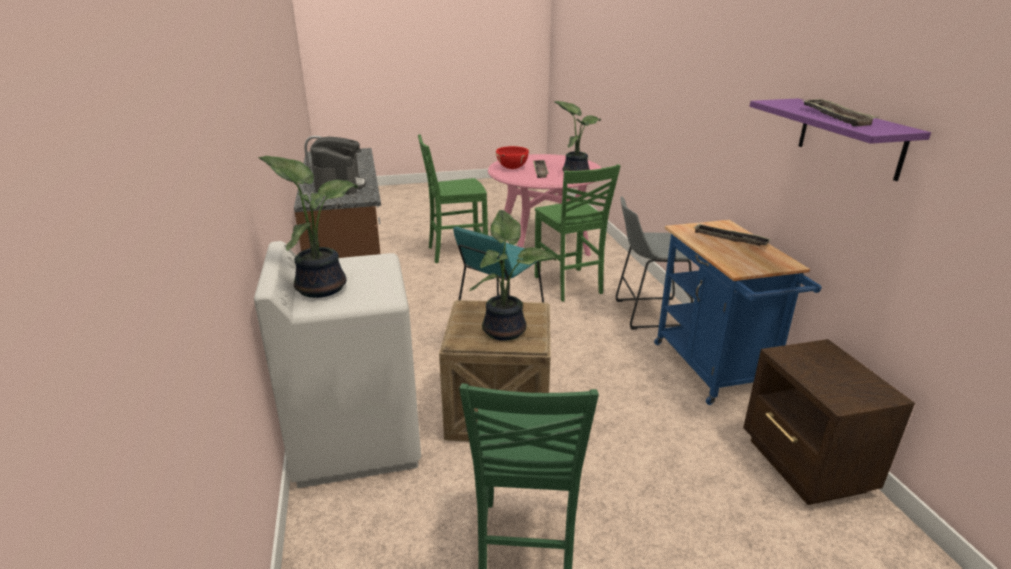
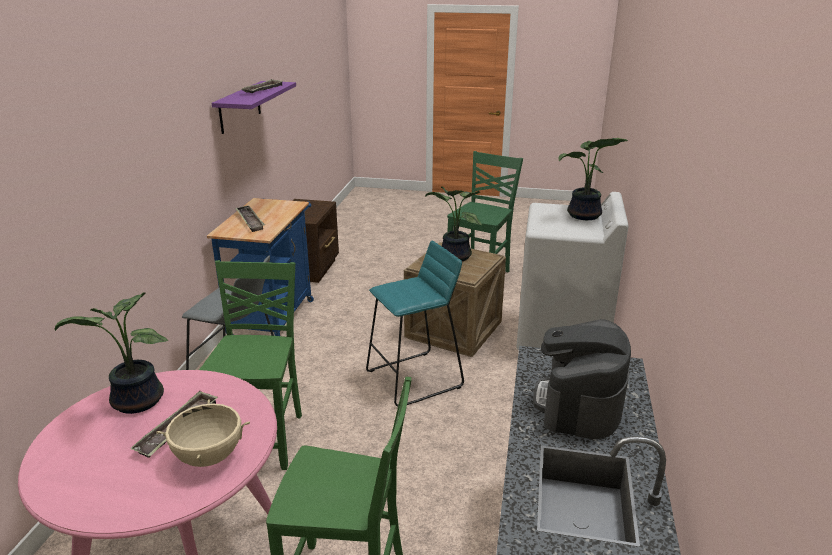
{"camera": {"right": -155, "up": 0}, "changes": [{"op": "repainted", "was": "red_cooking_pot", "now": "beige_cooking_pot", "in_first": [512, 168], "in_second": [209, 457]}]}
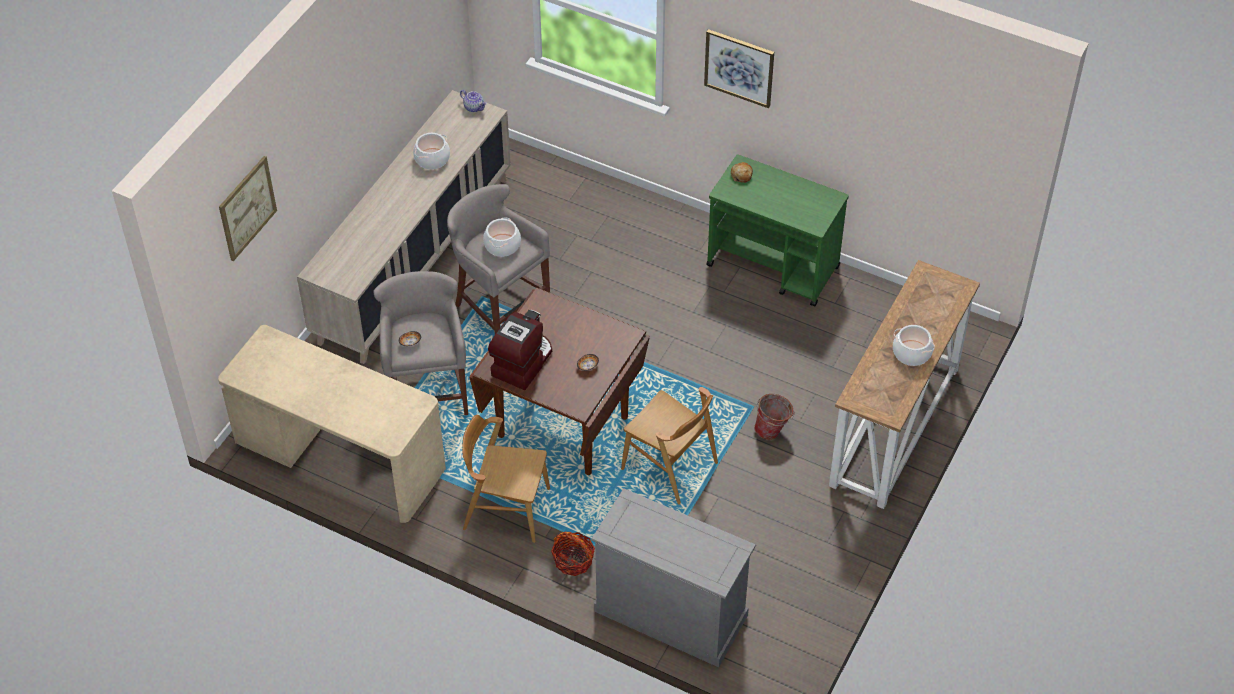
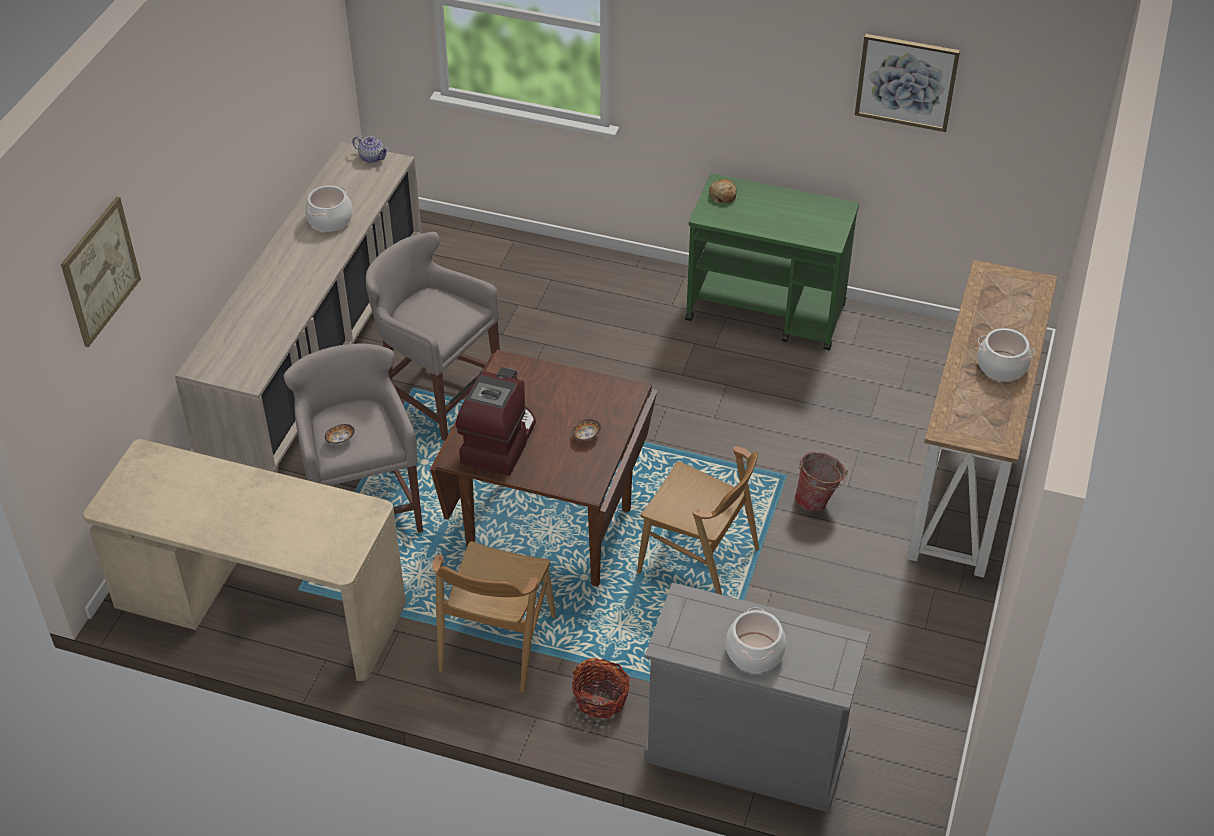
{"camera": {"right": -10, "up": -5}, "changes": [{"op": "rotated", "was": "brown_chair", "in_first": [506, 508], "in_second": [497, 643], "clockwise": -75}, {"op": "shifted", "was": "cooking_pot", "in_first": [502, 245], "in_second": [754, 652]}, {"op": "shifted", "was": "picture", "in_first": [739, 67], "in_second": [906, 82]}]}
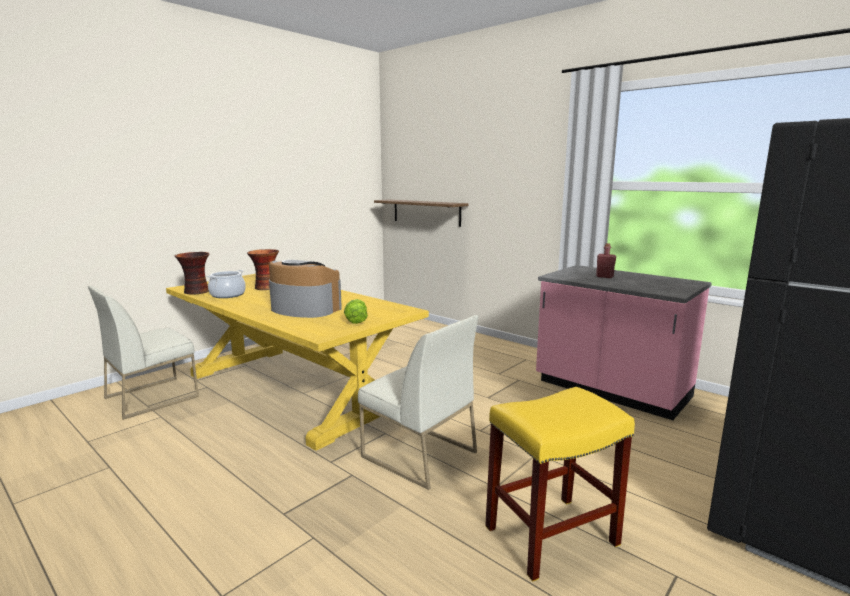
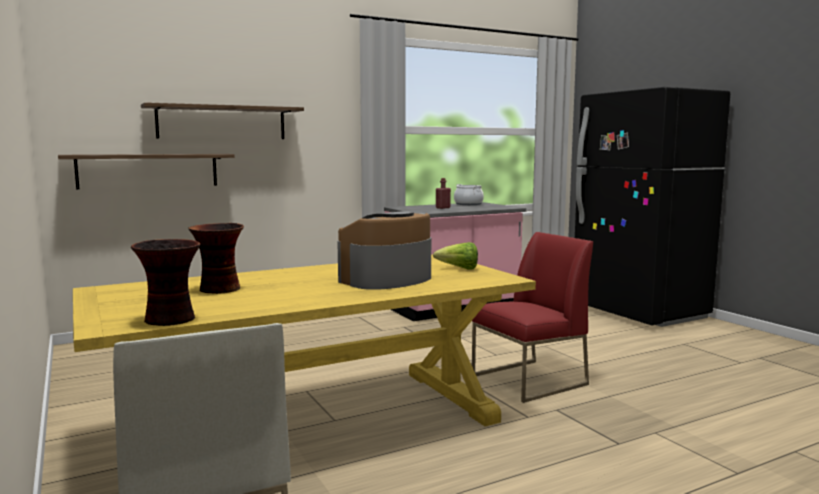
{"camera": {"right": -70, "up": -5}, "changes": [{"op": "new", "now": "shelf", "in_second": [222, 122]}, {"op": "shifted", "was": "cooking_pot", "in_first": [227, 295], "in_second": [468, 204]}, {"op": "repainted", "was": "white_chair", "now": "red_chair", "in_first": [418, 454], "in_second": [529, 381]}, {"op": "gone", "was": "yellow_stool", "in_first": [550, 536]}]}
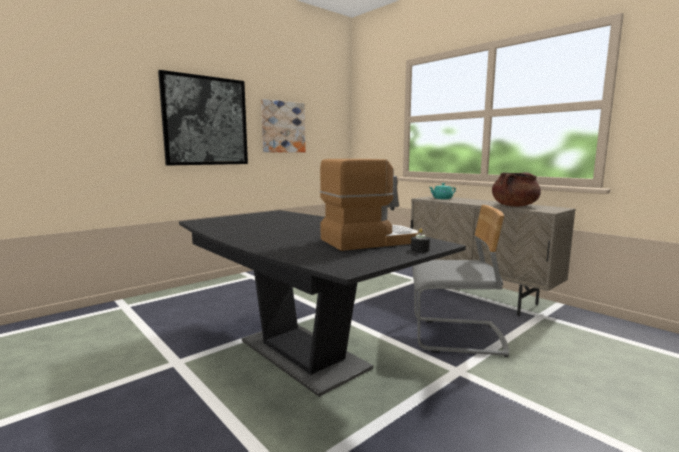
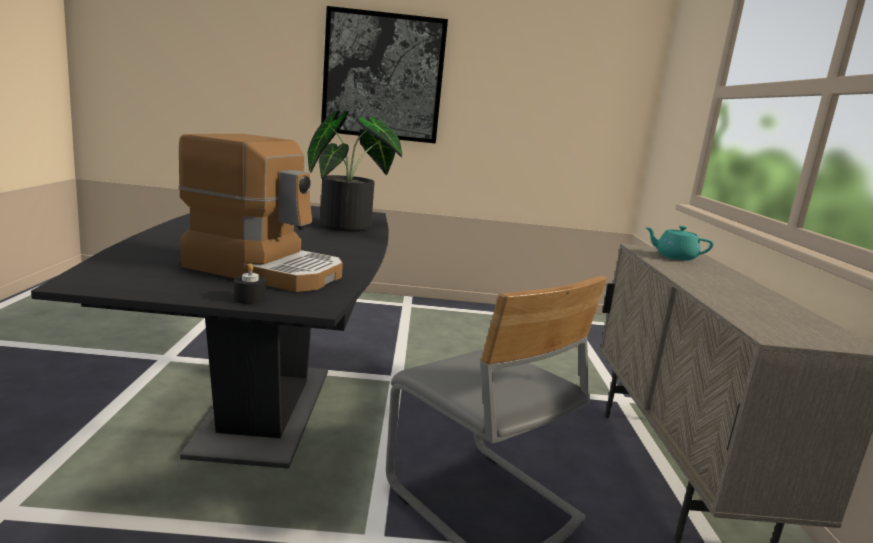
{"camera": {"right": 40, "up": 5}, "changes": [{"op": "new", "now": "potted_plant", "in_second": [352, 226]}, {"op": "gone", "was": "picture", "in_first": [283, 127]}, {"op": "gone", "was": "brown_cooking_pot", "in_first": [514, 206]}]}
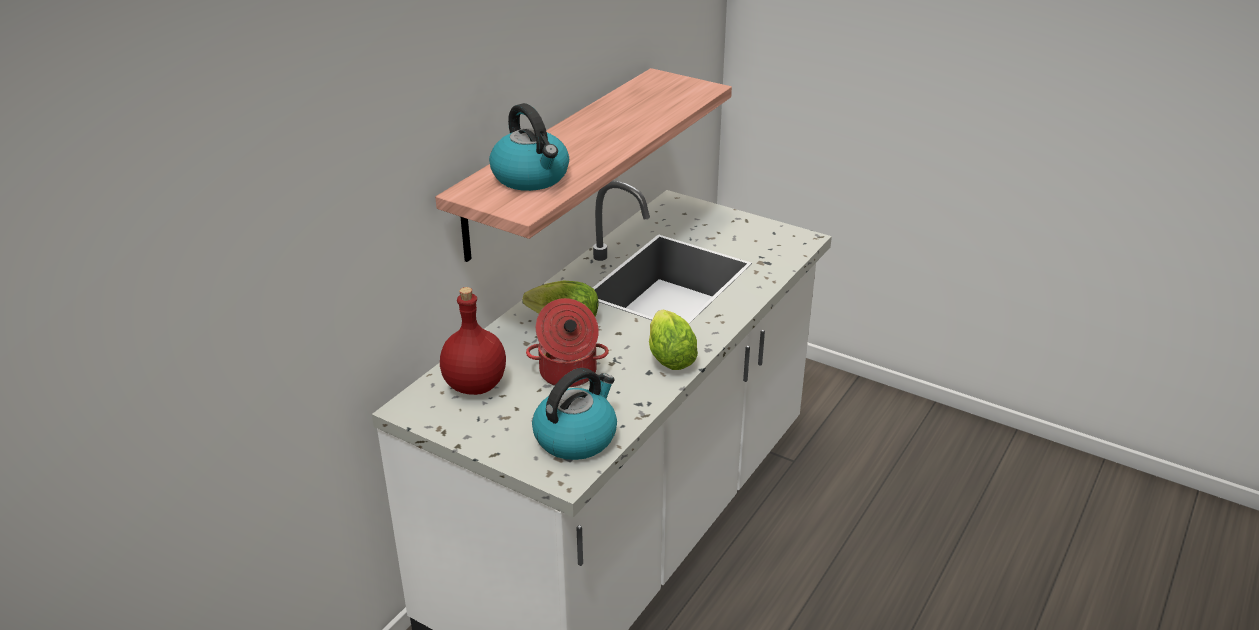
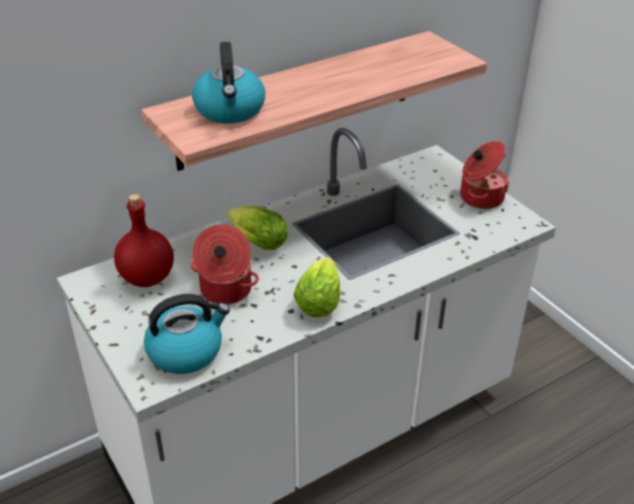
{"camera": {"right": 25, "up": 5}, "changes": [{"op": "new", "now": "cooking_pot", "in_second": [480, 197]}]}
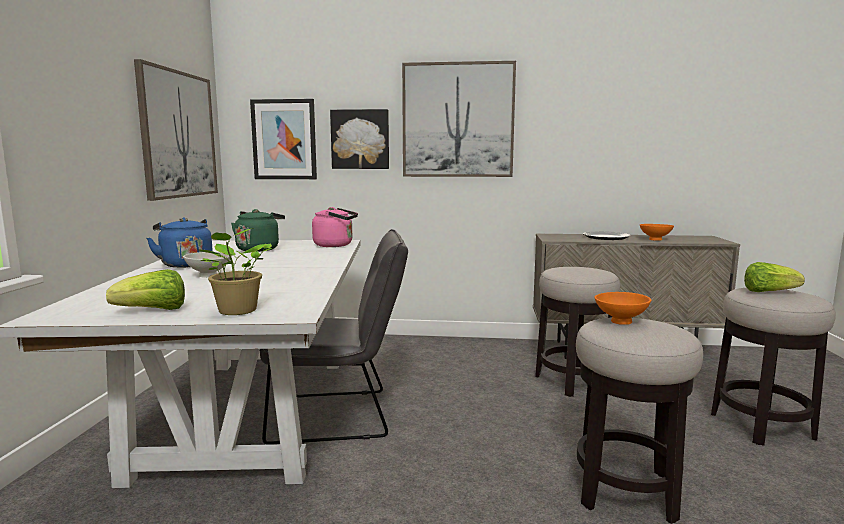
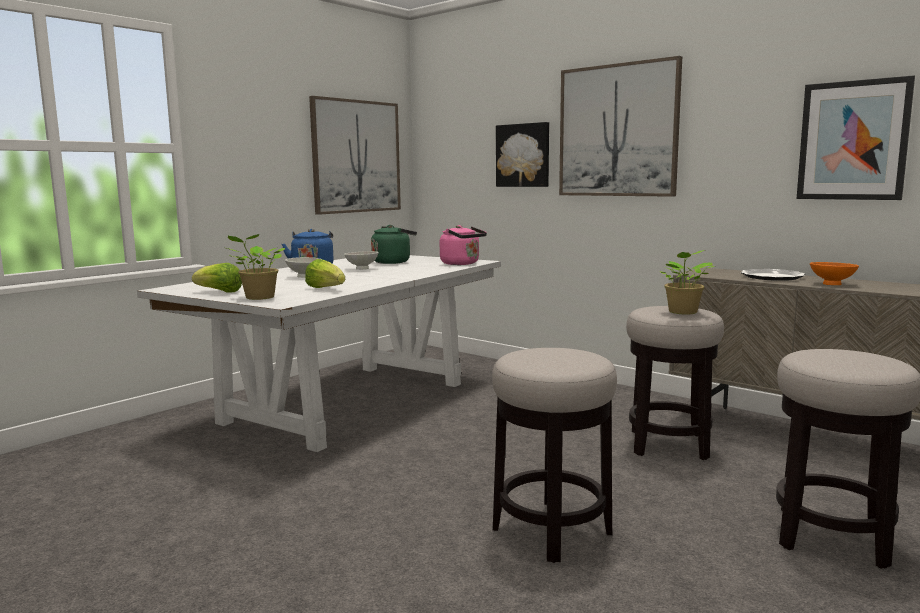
{"camera": {"right": 35, "up": 0}, "changes": [{"op": "shifted", "was": "lettuce", "in_first": [768, 292], "in_second": [326, 289]}, {"op": "new", "now": "white_bowl", "in_second": [361, 269]}, {"op": "new", "now": "potted_plant", "in_second": [683, 312]}, {"op": "shifted", "was": "picture", "in_first": [284, 139], "in_second": [853, 140]}, {"op": "gone", "was": "grey_chair", "in_first": [339, 415]}, {"op": "gone", "was": "orange_bowl", "in_first": [620, 322]}]}
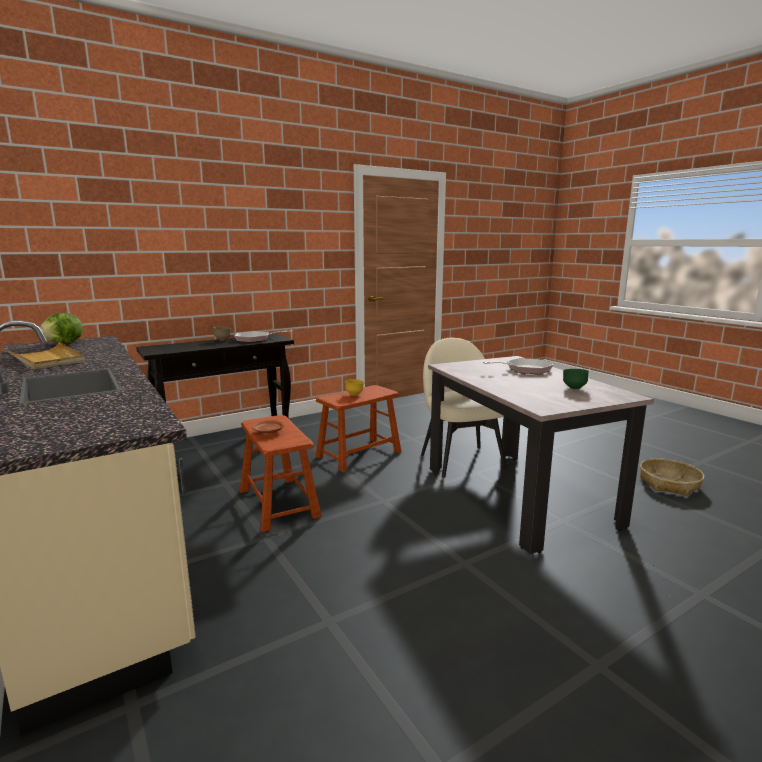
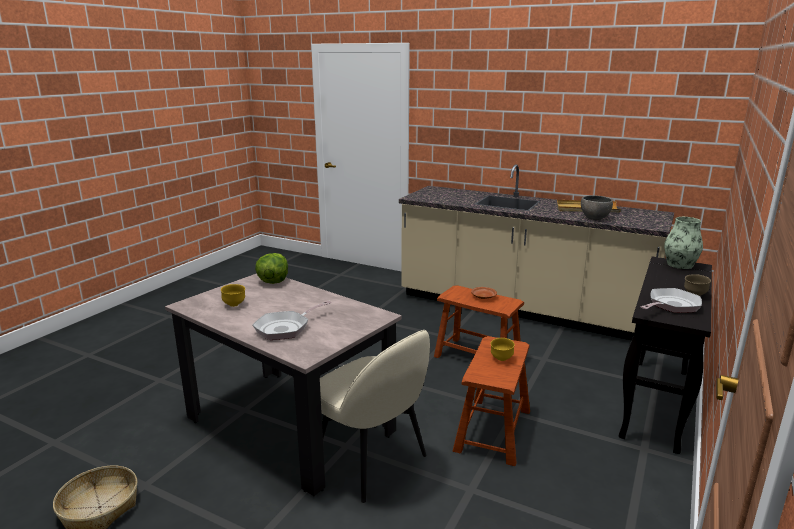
{"camera": {"right": 150, "up": 5}, "changes": [{"op": "repainted", "was": "green_bowl", "now": "yellow_bowl", "in_first": [574, 388], "in_second": [234, 305]}, {"op": "shifted", "was": "lettuce", "in_first": [64, 343], "in_second": [273, 281]}, {"op": "new", "now": "grey_bowl", "in_second": [594, 218]}, {"op": "new", "now": "vase", "in_second": [679, 264]}]}
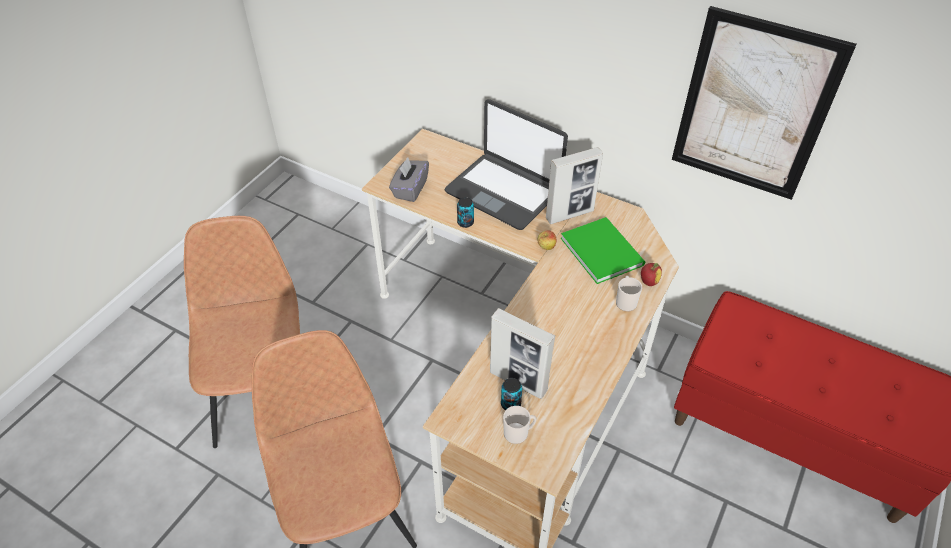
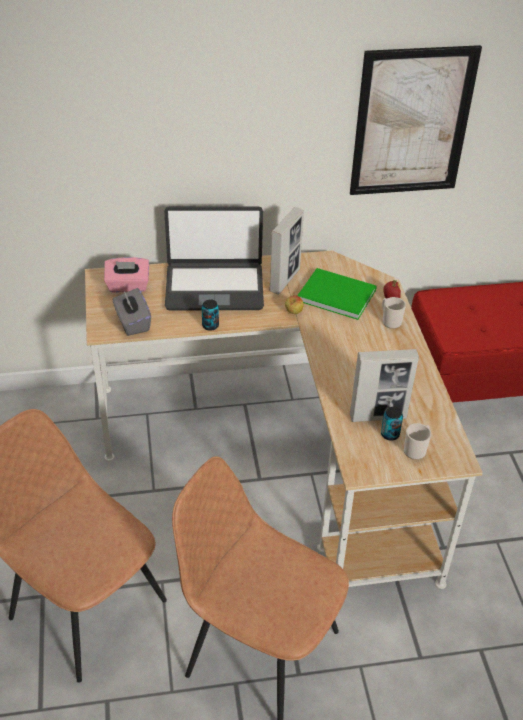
{"camera": {"right": -40, "up": -5}, "changes": [{"op": "new", "now": "pink_tissue_box", "in_second": [128, 286]}]}
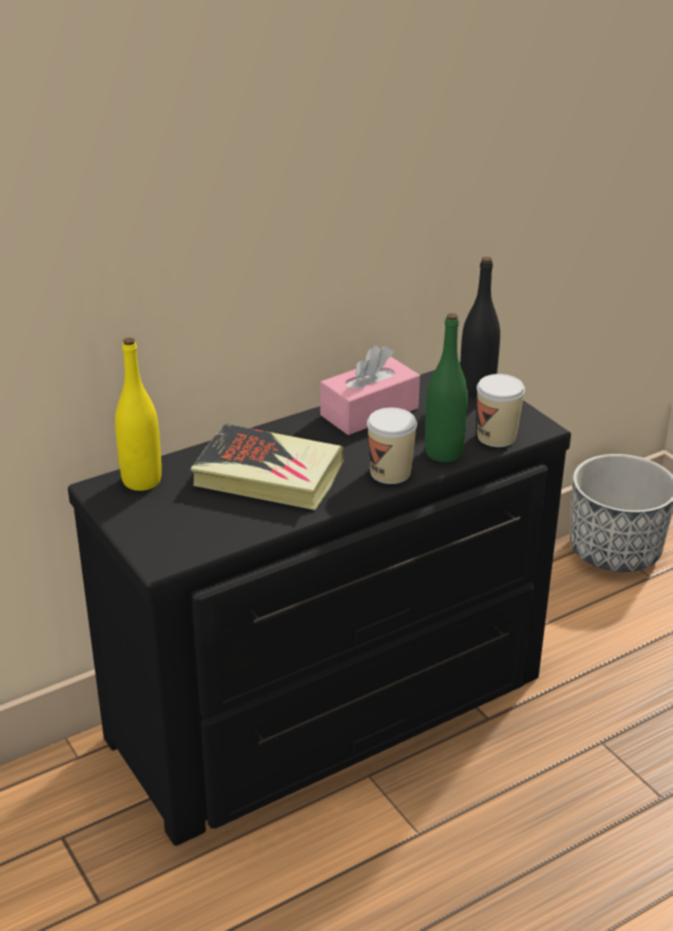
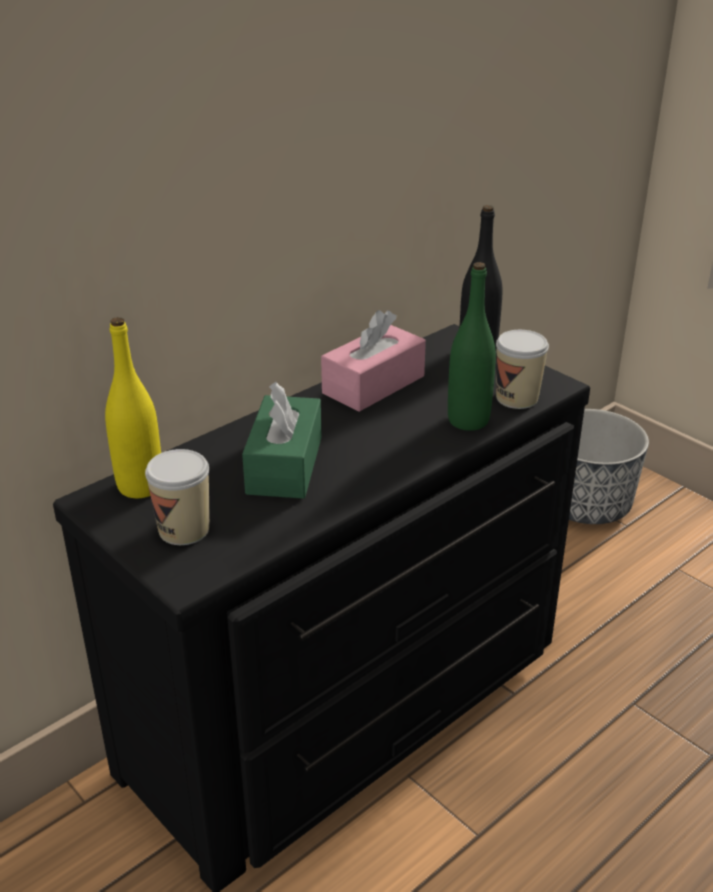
{"camera": {"right": -10, "up": 0}, "changes": [{"op": "shifted", "was": "cup", "in_first": [390, 473], "in_second": [184, 529]}, {"op": "swapped", "was": "book", "now": "green_tissue_box", "in_first": [268, 475], "in_second": [284, 465]}]}
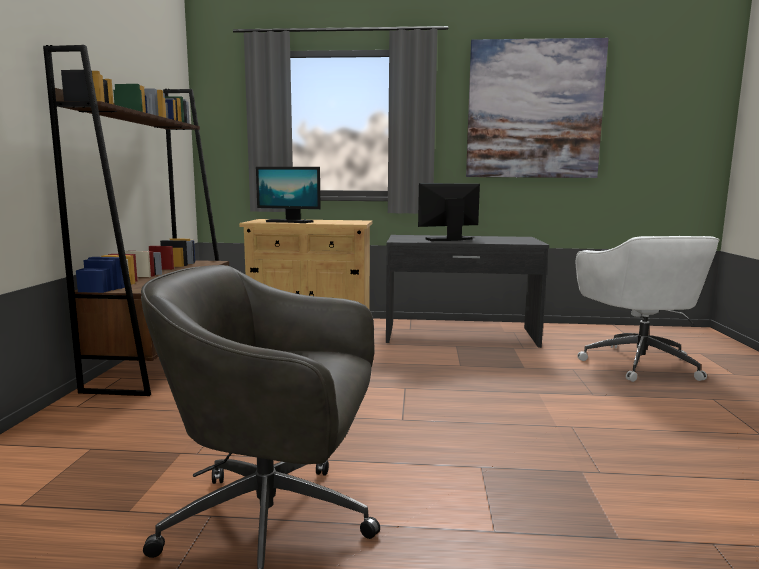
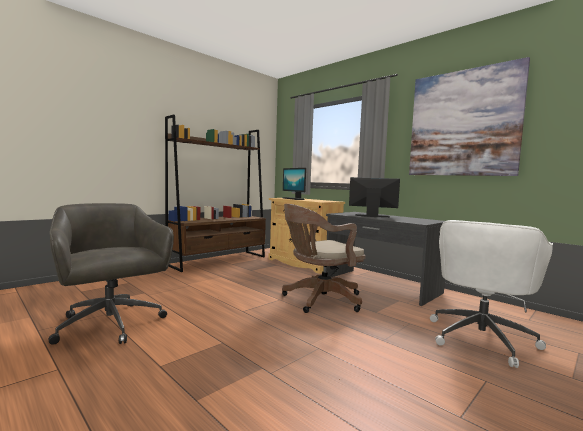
{"camera": {"right": 40, "up": -5}, "changes": [{"op": "new", "now": "brown_office_chair", "in_second": [319, 300]}]}
